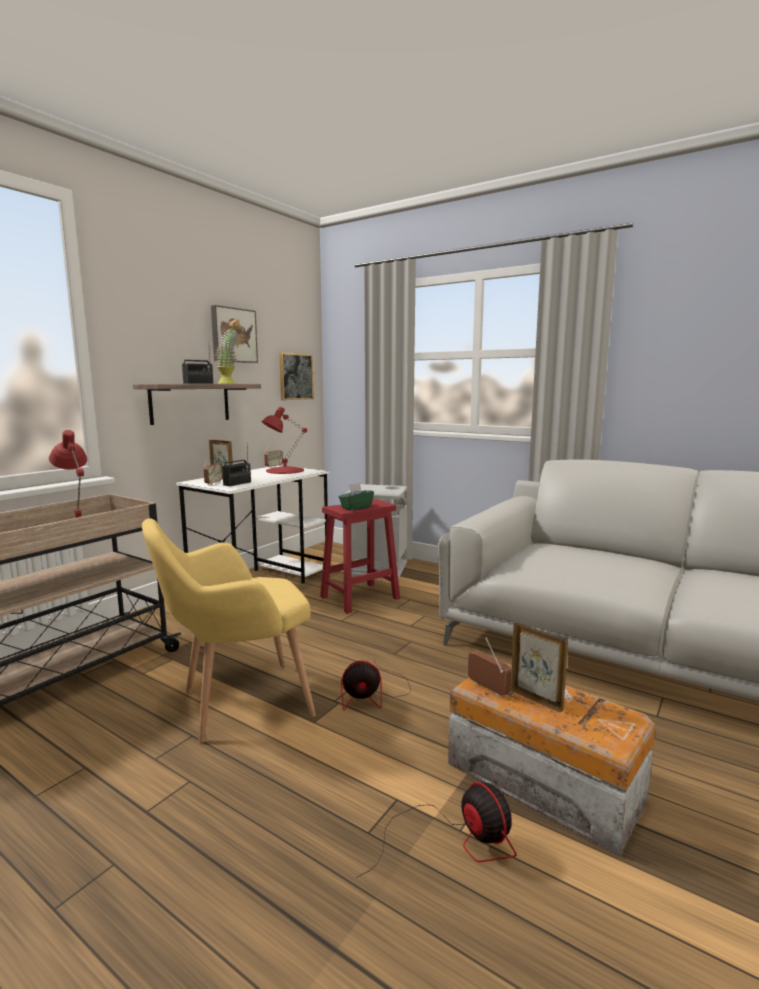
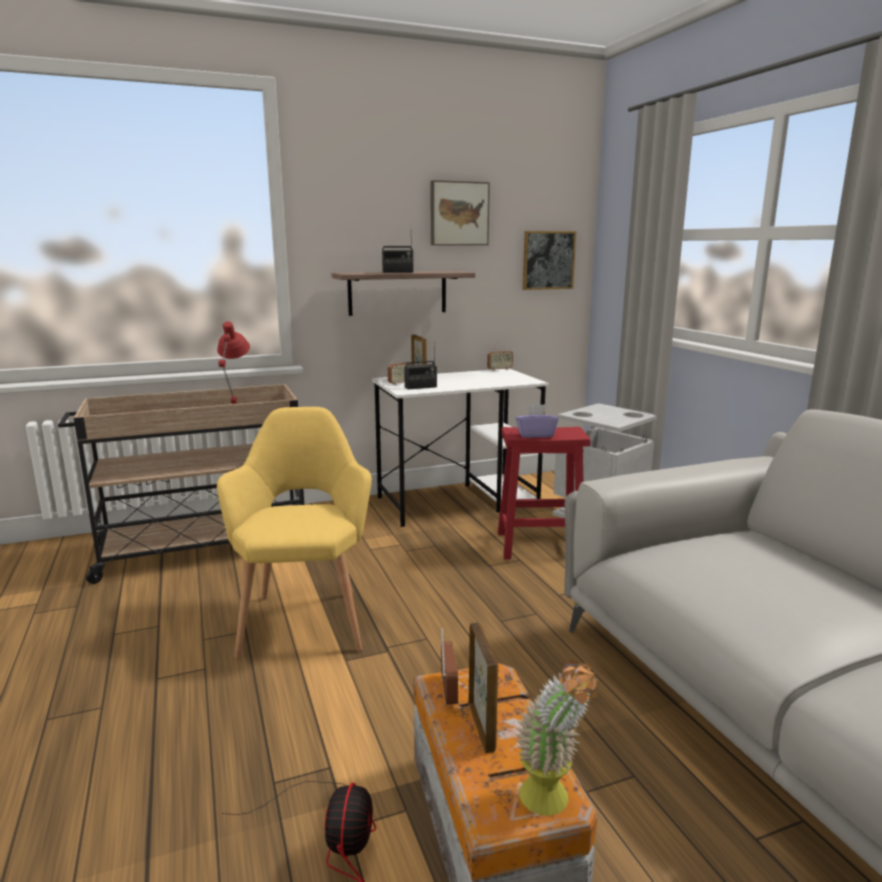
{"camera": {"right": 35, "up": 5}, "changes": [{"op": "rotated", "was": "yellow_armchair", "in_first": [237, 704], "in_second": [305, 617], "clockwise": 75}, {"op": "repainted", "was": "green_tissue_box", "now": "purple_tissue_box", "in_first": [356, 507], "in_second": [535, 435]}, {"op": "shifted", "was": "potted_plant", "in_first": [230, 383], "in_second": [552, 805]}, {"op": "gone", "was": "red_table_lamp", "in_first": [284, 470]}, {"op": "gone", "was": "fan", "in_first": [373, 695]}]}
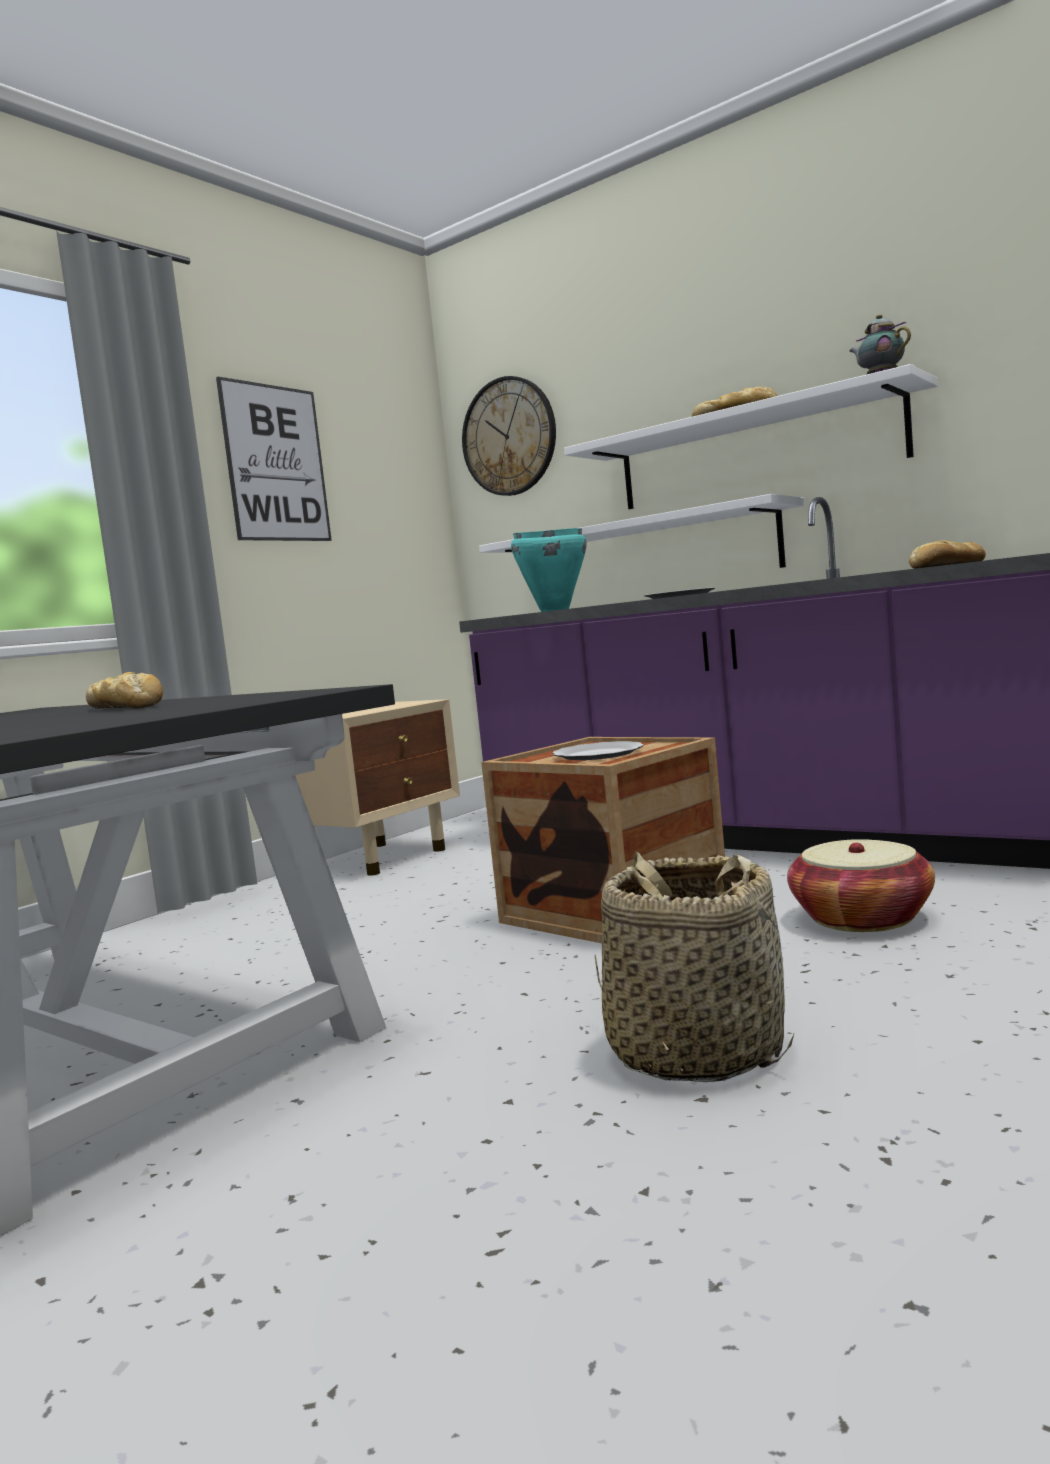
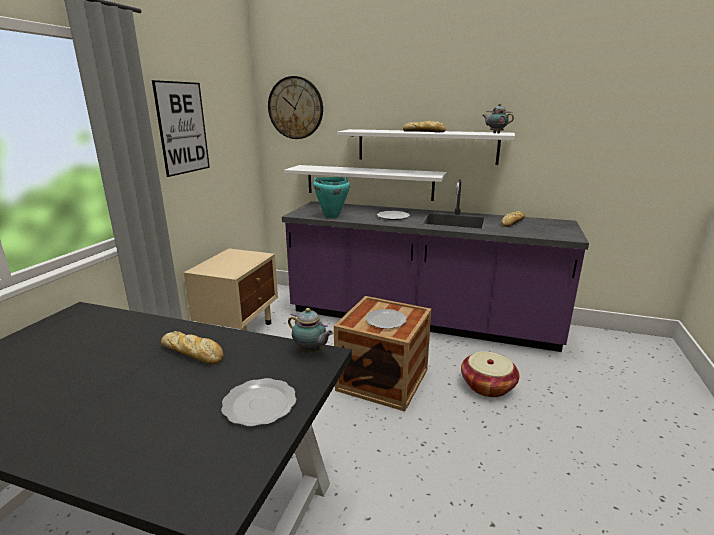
{"camera": {"right": -20, "up": 15}, "changes": [{"op": "new", "now": "plate", "in_second": [258, 404]}, {"op": "new", "now": "teapot", "in_second": [311, 351]}, {"op": "gone", "was": "basket", "in_first": [695, 1051]}]}
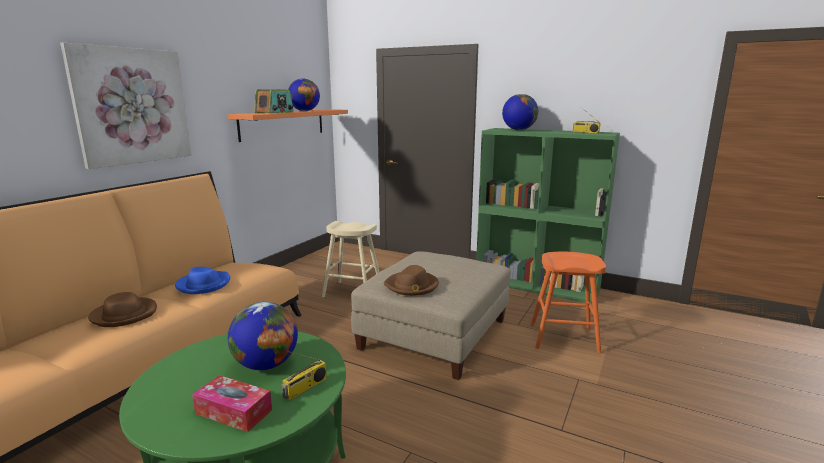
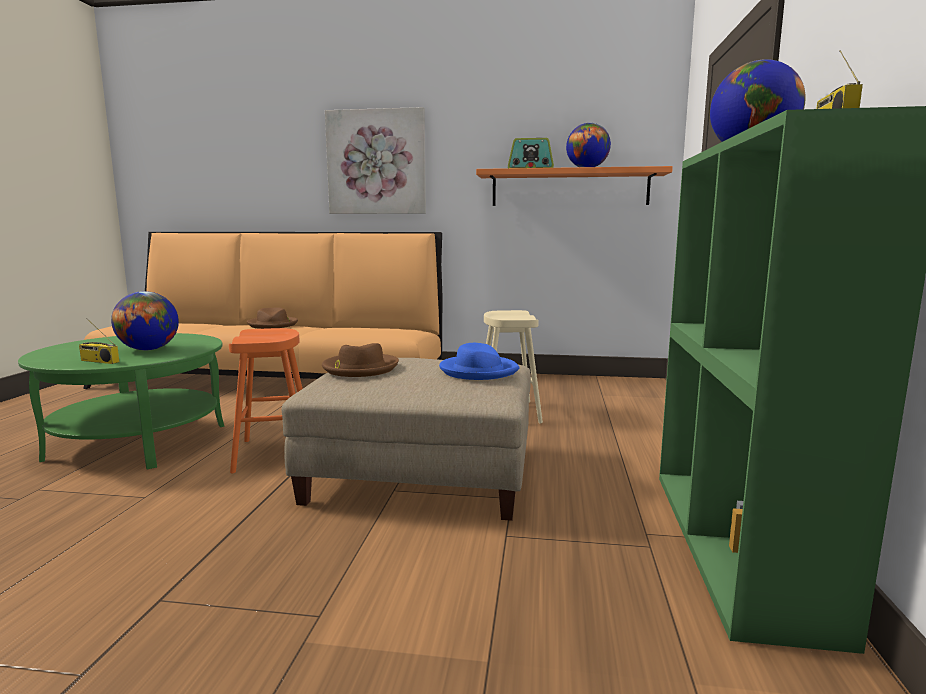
{"camera": {"right": 70, "up": -5}, "changes": [{"op": "shifted", "was": "orange_stool", "in_first": [563, 338], "in_second": [275, 453]}, {"op": "shifted", "was": "blue_hat", "in_first": [203, 284], "in_second": [478, 371]}, {"op": "gone", "was": "tissue_box", "in_first": [233, 412]}]}
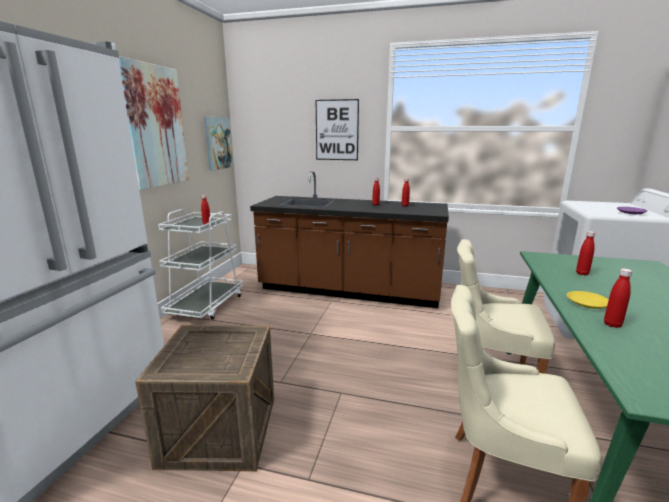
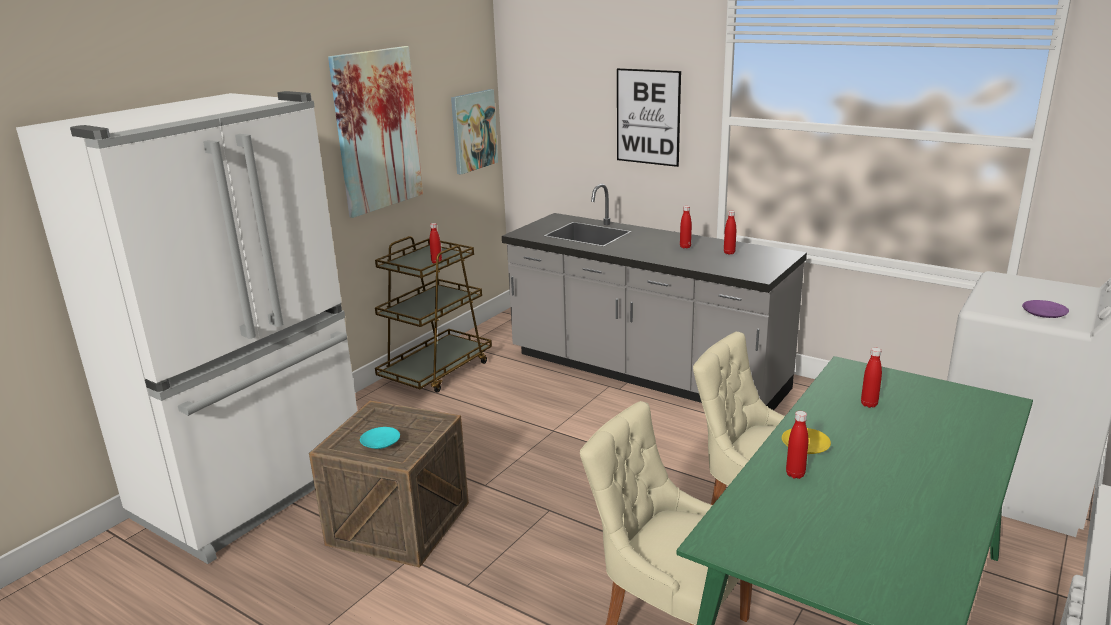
{"camera": {"right": 20, "up": 5}, "changes": [{"op": "new", "now": "turquoise_plate", "in_second": [381, 442]}, {"op": "repainted", "was": "white_cart", "now": "brown_cart", "in_first": [206, 305], "in_second": [437, 371]}, {"op": "repainted", "was": "brown_counter", "now": "grey_counter", "in_first": [349, 291], "in_second": [645, 373]}]}
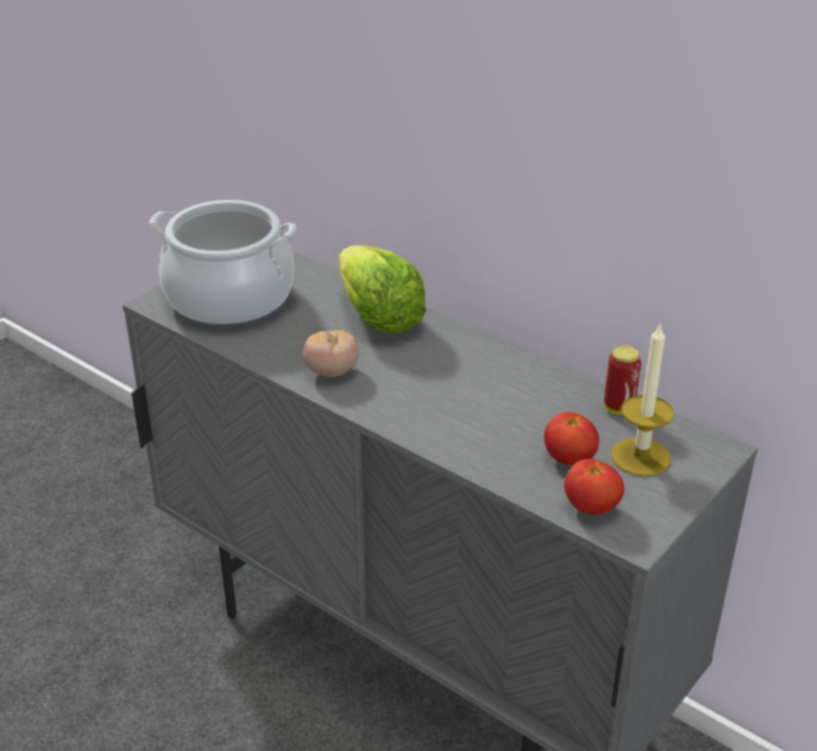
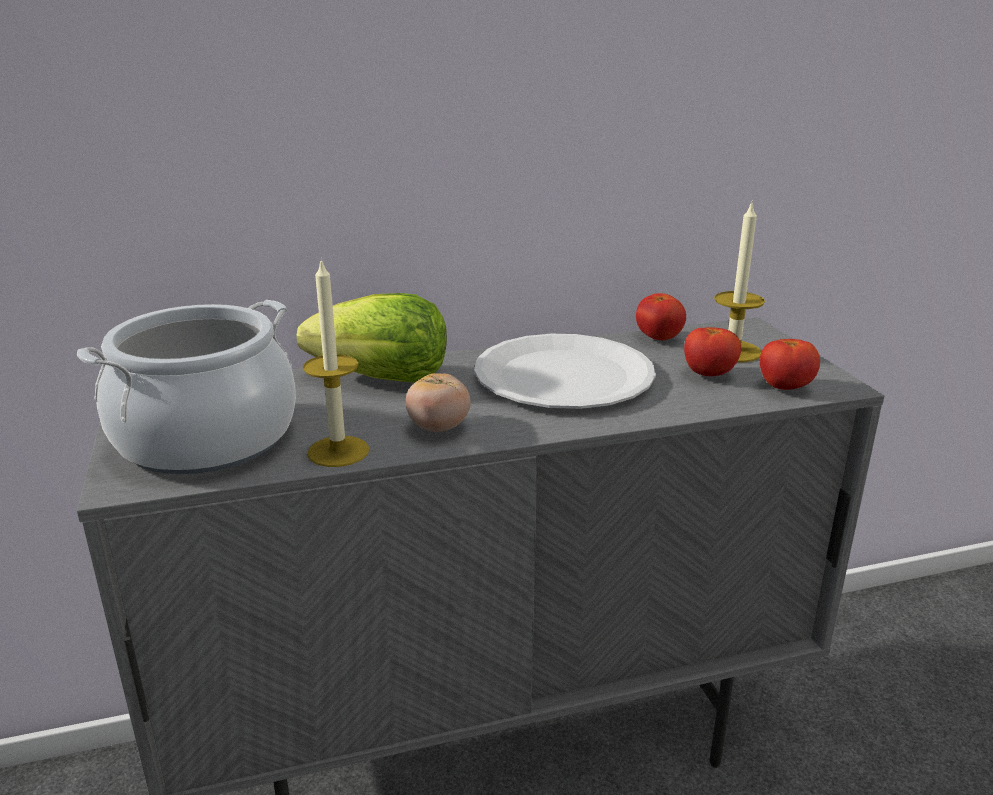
{"camera": {"right": -55, "up": -10}, "changes": [{"op": "new", "now": "candle", "in_second": [338, 451]}, {"op": "new", "now": "white_plate", "in_second": [564, 376]}, {"op": "swapped", "was": "can", "now": "tomato", "in_first": [619, 408], "in_second": [659, 338]}]}
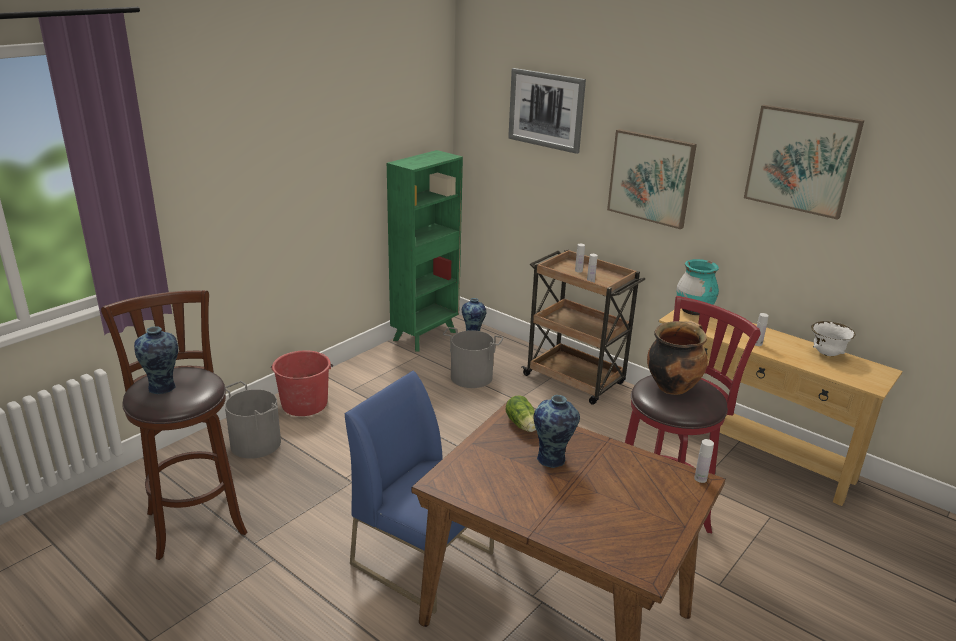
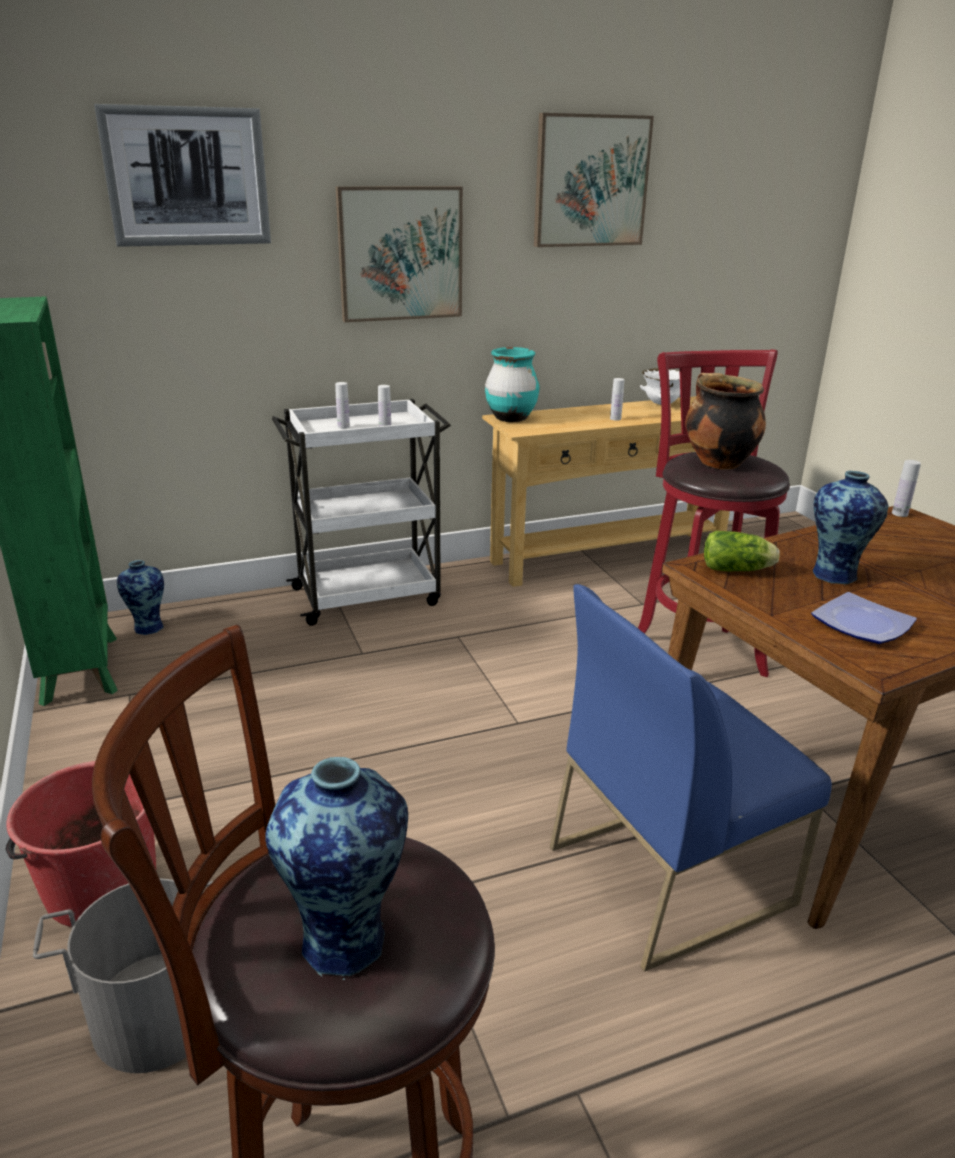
{"camera": {"right": -60, "up": 0}, "changes": [{"op": "repainted", "was": "brown_cart", "now": "white_cart", "in_first": [575, 380], "in_second": [369, 596]}, {"op": "new", "now": "plate", "in_second": [863, 624]}, {"op": "gone", "was": "grey_bucket", "in_first": [471, 377]}]}
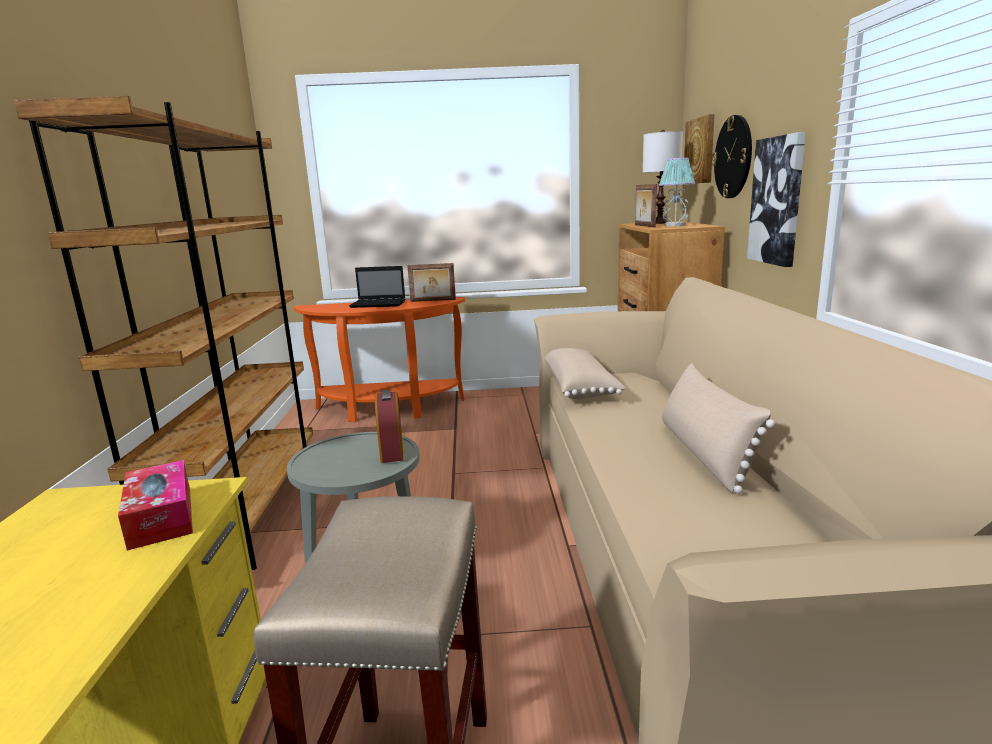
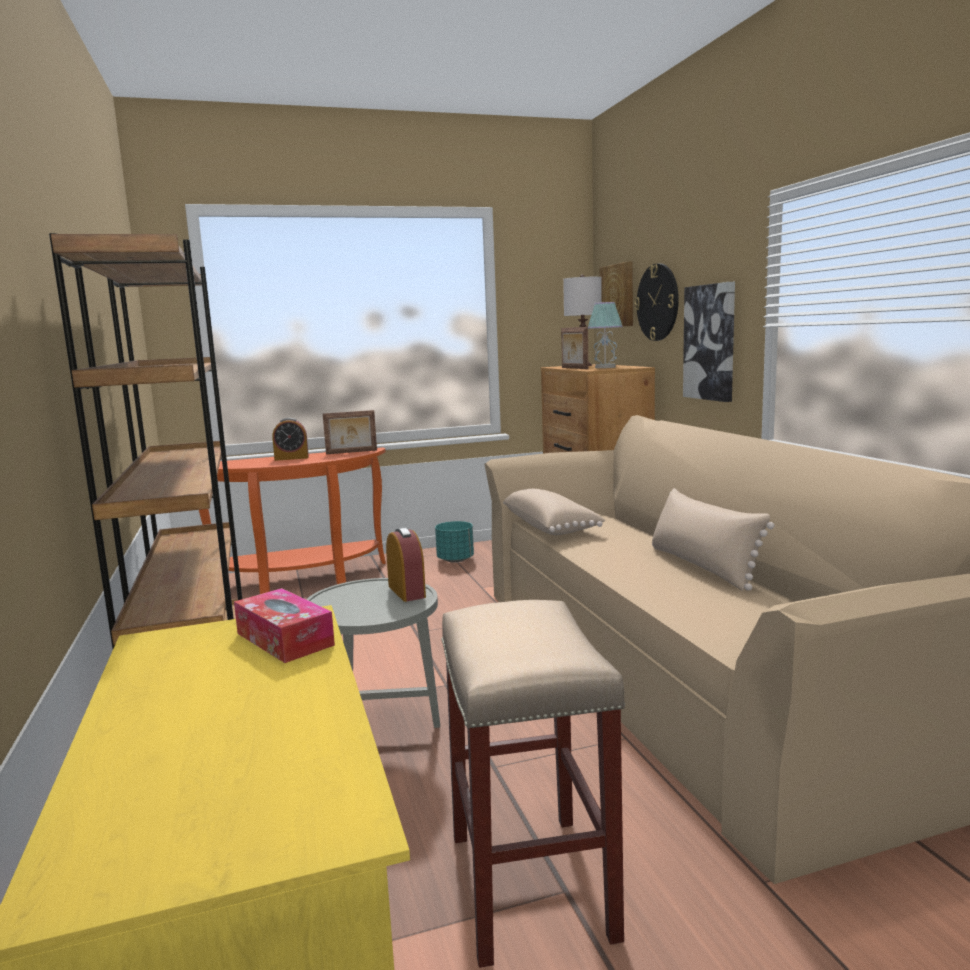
{"camera": {"right": -15, "up": -5}, "changes": [{"op": "swapped", "was": "laptop", "now": "alarm_clock", "in_first": [379, 304], "in_second": [291, 458]}, {"op": "new", "now": "turquoise_planter", "in_second": [455, 560]}]}
